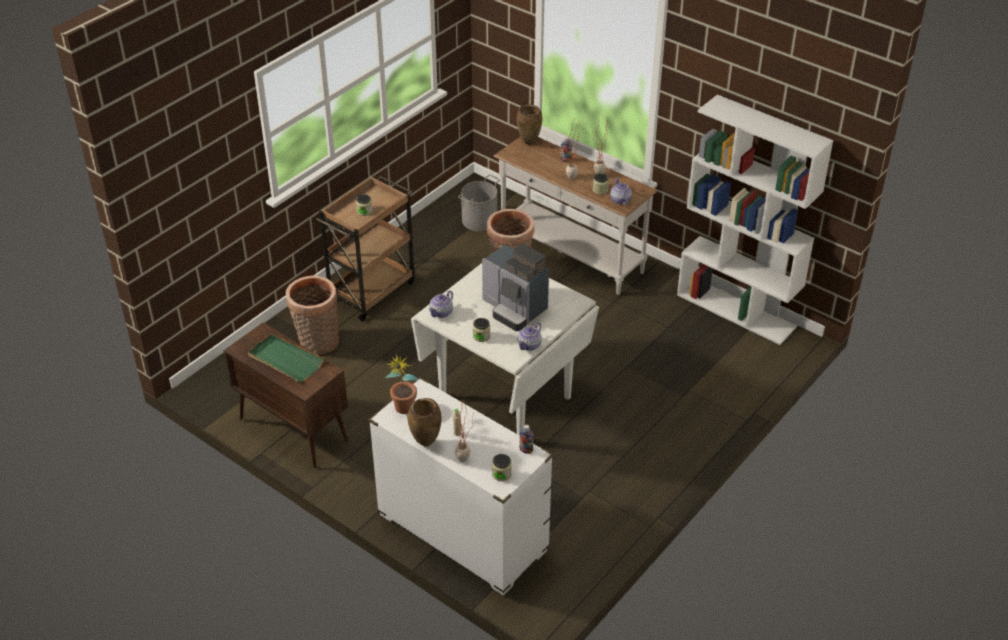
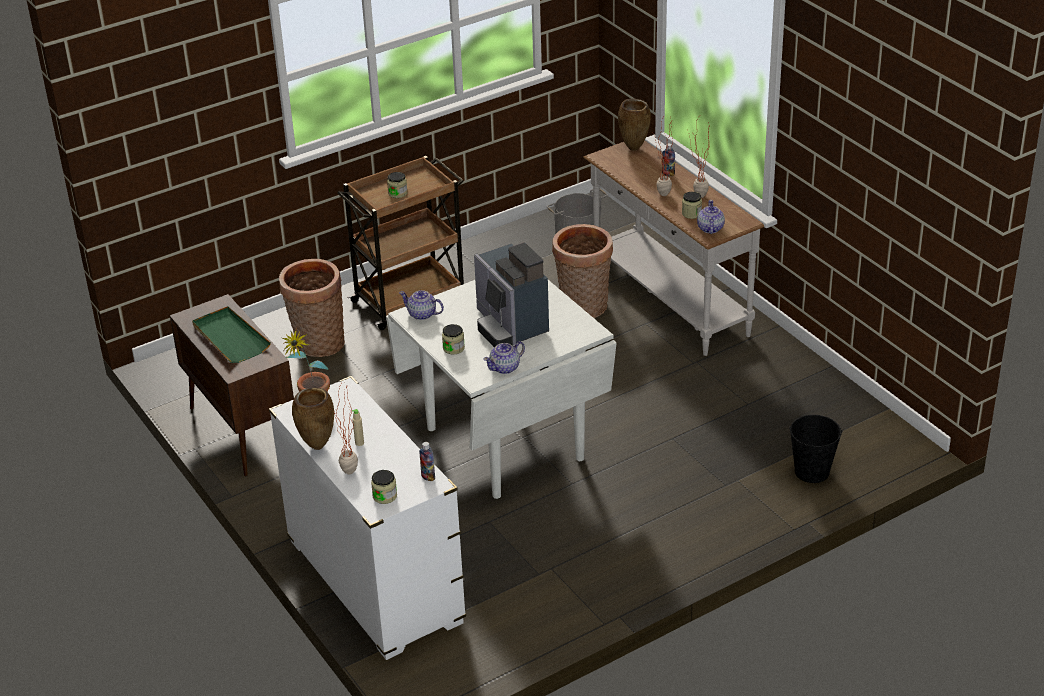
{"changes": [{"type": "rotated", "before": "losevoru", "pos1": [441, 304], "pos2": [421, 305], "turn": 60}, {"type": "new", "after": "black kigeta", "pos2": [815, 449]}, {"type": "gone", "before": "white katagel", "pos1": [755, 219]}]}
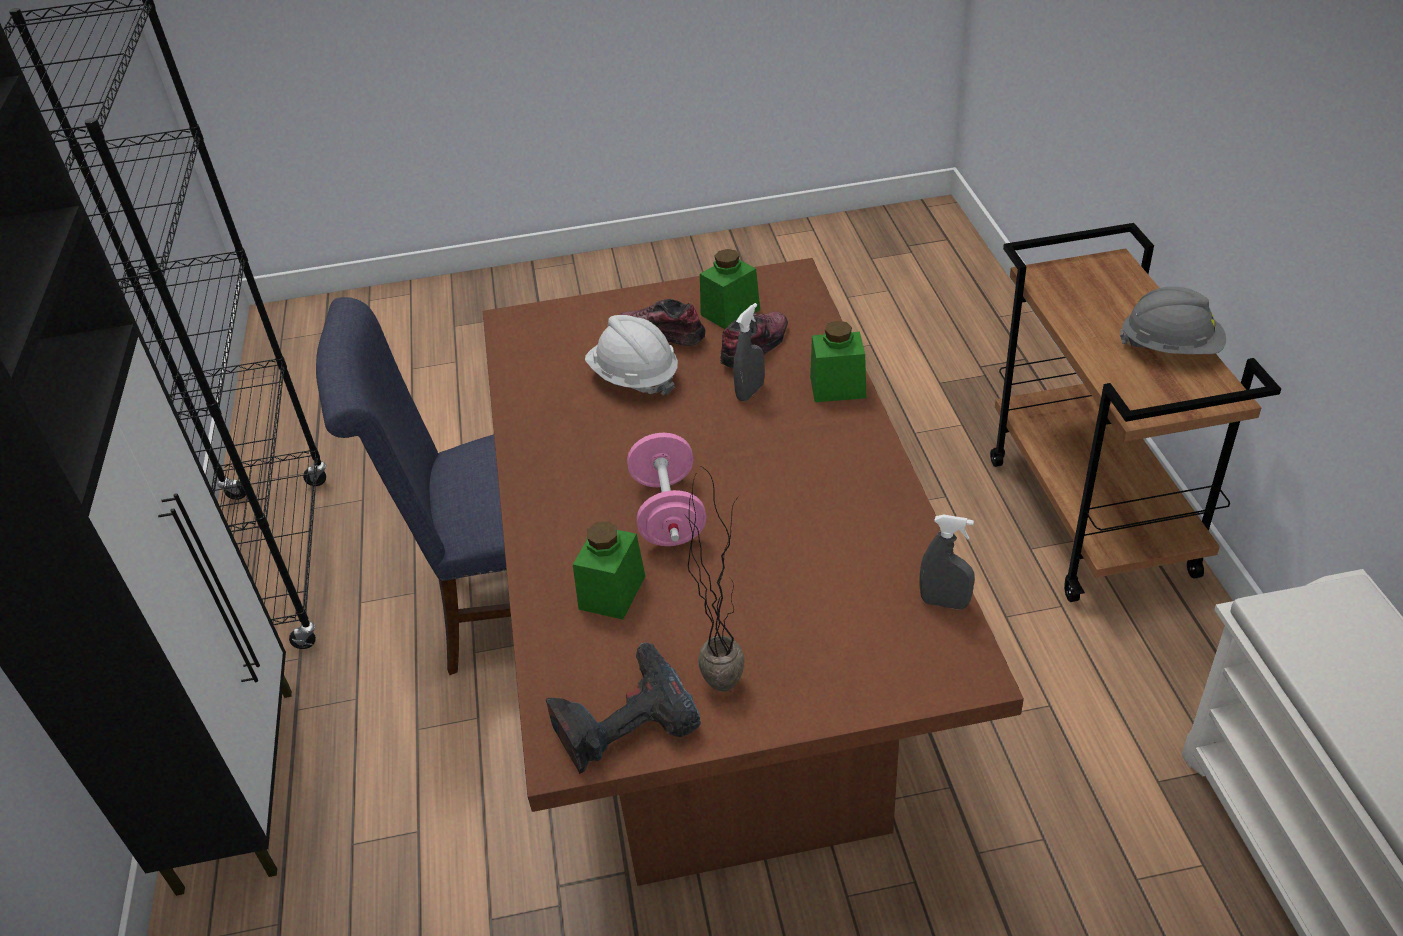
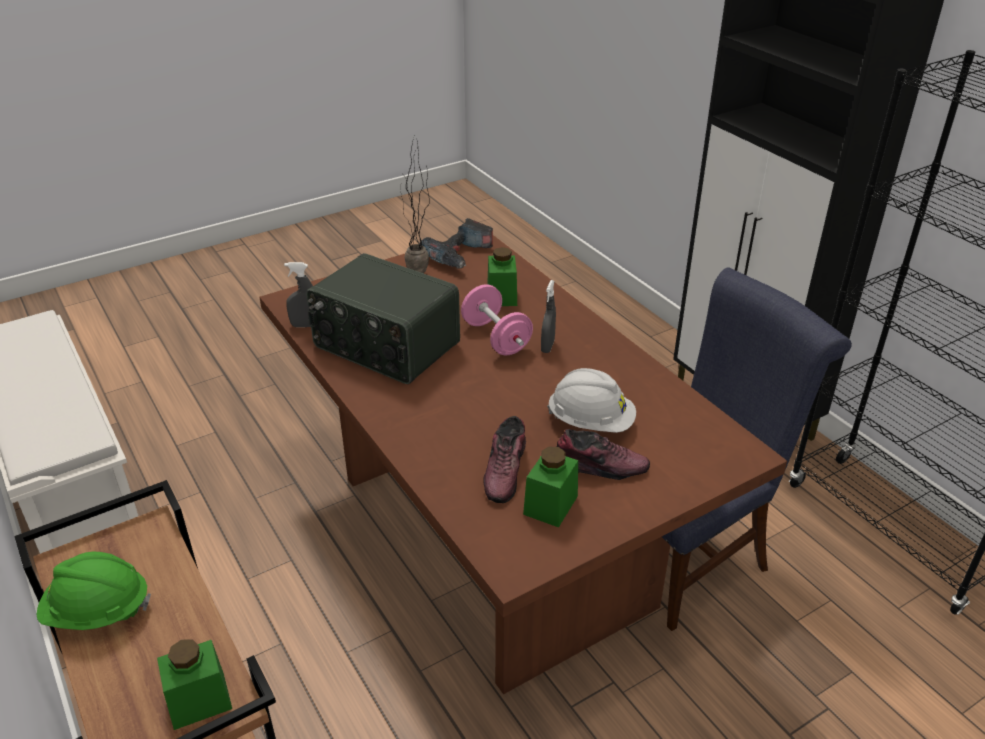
{"changes": [{"type": "repainted", "before": "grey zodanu", "after": "green zodanu", "pos1": [1173, 320], "pos2": [93, 591]}, {"type": "shifted", "before": "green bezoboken", "pos1": [838, 361], "pos2": [194, 684]}, {"type": "new", "after": "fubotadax", "pos2": [383, 318]}, {"type": "shifted", "before": "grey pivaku", "pos1": [749, 352], "pos2": [548, 316]}]}
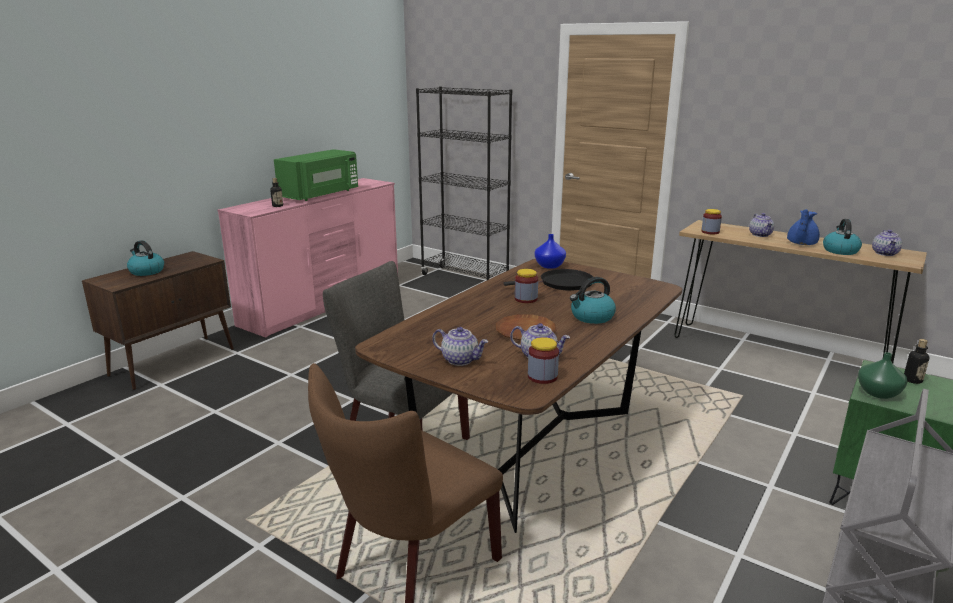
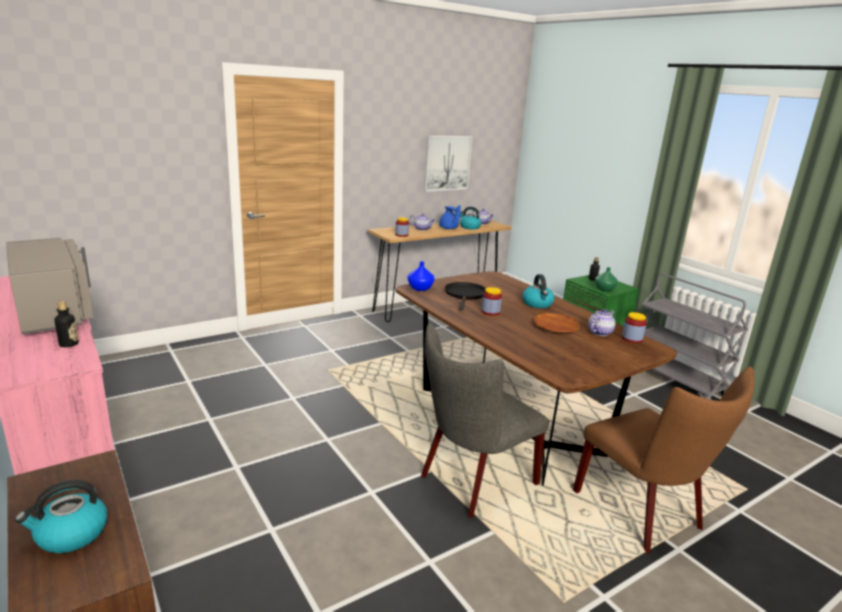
{"changes": [{"type": "repainted", "before": "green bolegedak", "after": "grey bolegedak", "pos1": [316, 175], "pos2": [49, 286]}, {"type": "new", "after": "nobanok", "pos2": [447, 164]}, {"type": "gone", "before": "black katagel", "pos1": [464, 183]}, {"type": "gone", "before": "losevoru", "pos1": [460, 346]}]}
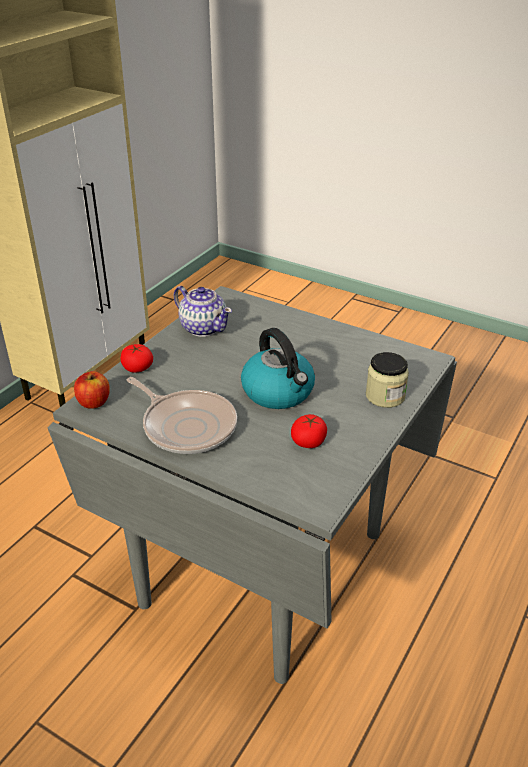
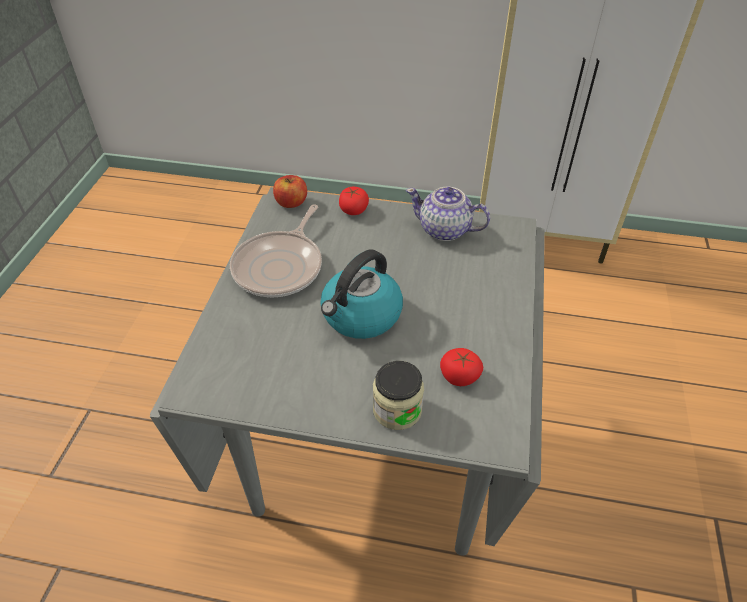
{"changes": [{"type": "rotated", "before": "losevoru", "pos1": [203, 311], "pos2": [448, 214], "turn": 90}, {"type": "shifted", "before": "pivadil", "pos1": [309, 431], "pos2": [461, 367]}]}
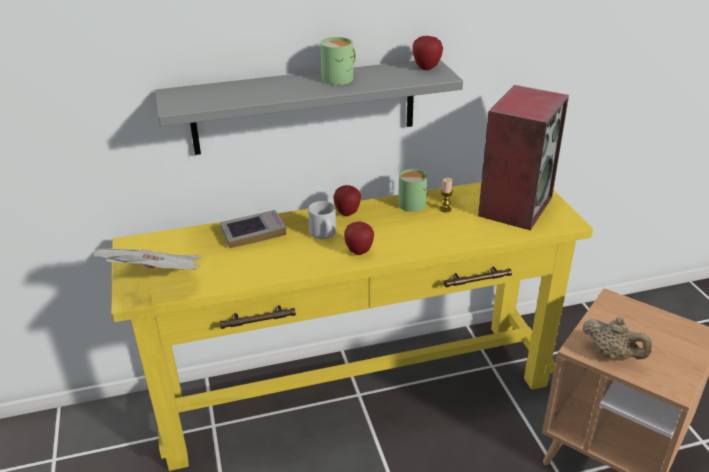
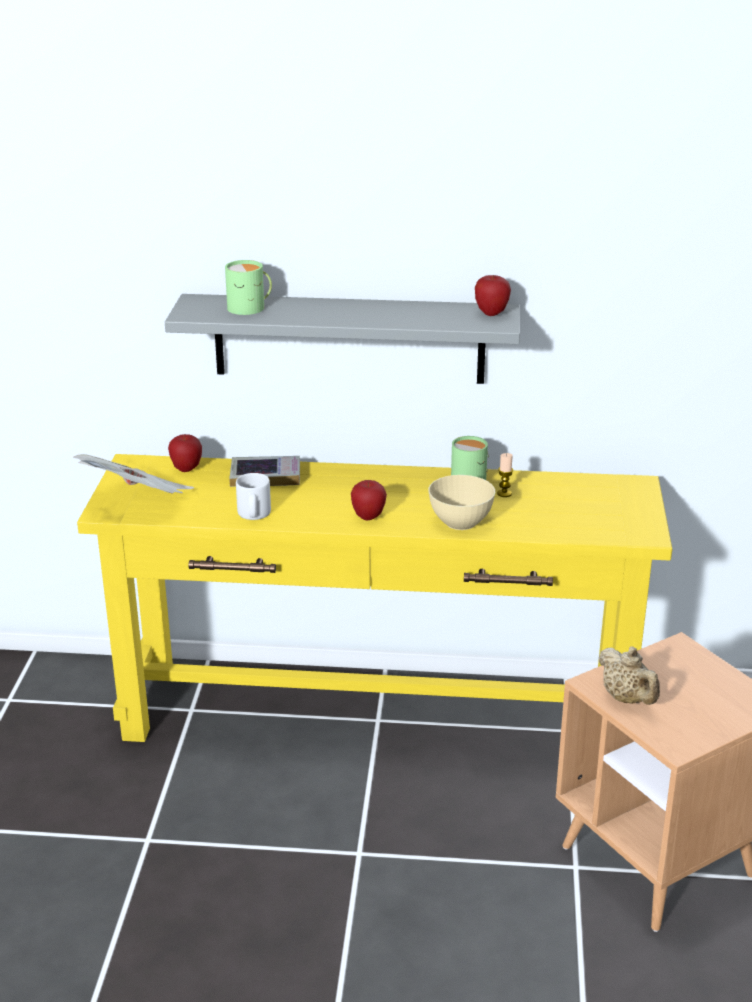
{"changes": [{"type": "shifted", "before": "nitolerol", "pos1": [347, 200], "pos2": [185, 453]}, {"type": "shifted", "before": "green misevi", "pos1": [338, 61], "pos2": [248, 287]}, {"type": "shifted", "before": "grey misevi", "pos1": [322, 220], "pos2": [253, 496]}, {"type": "new", "after": "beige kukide", "pos2": [461, 502]}, {"type": "gone", "before": "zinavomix", "pos1": [523, 157]}]}
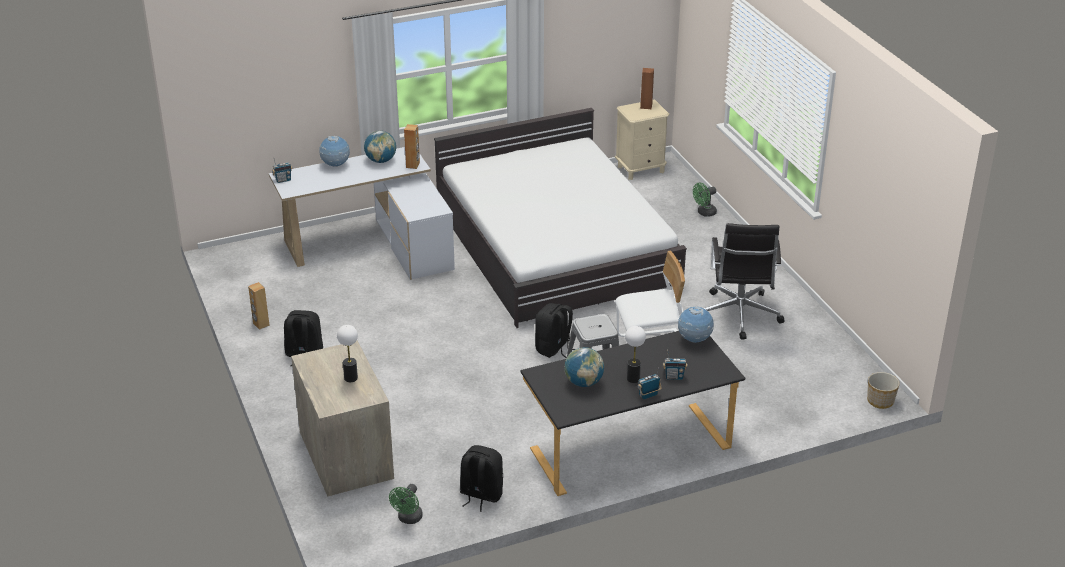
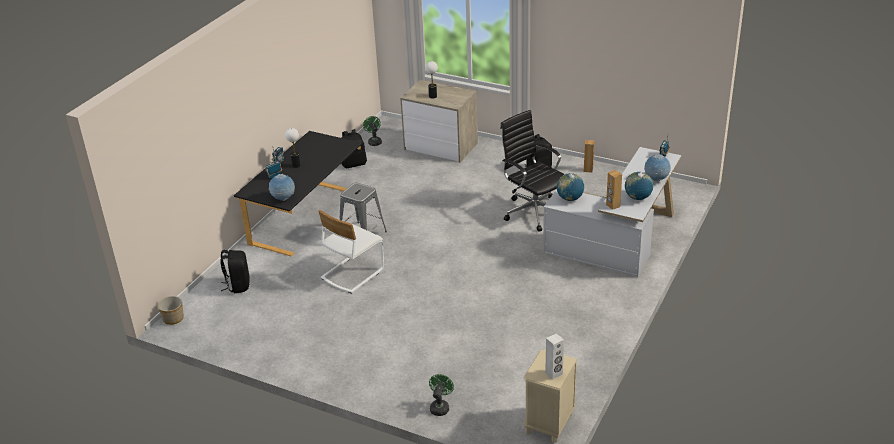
{"changes": [{"type": "shifted", "before": "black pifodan", "pos1": [555, 330], "pos2": [235, 271]}, {"type": "shifted", "before": "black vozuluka", "pos1": [744, 281], "pos2": [532, 171]}, {"type": "repainted", "before": "brown zinavomix", "after": "white zinavomix", "pos1": [647, 88], "pos2": [554, 356]}, {"type": "shifted", "before": "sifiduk", "pos1": [584, 367], "pos2": [570, 187]}, {"type": "gone", "before": "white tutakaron", "pos1": [560, 218]}]}
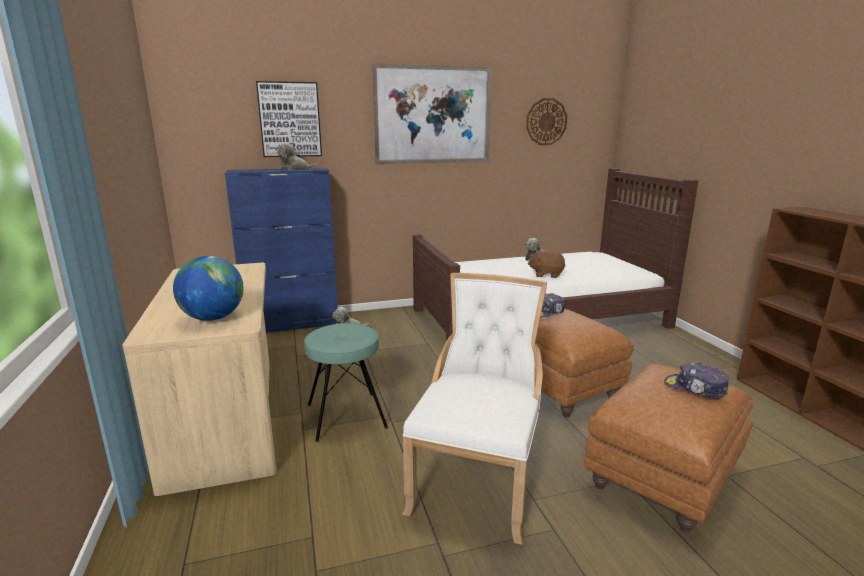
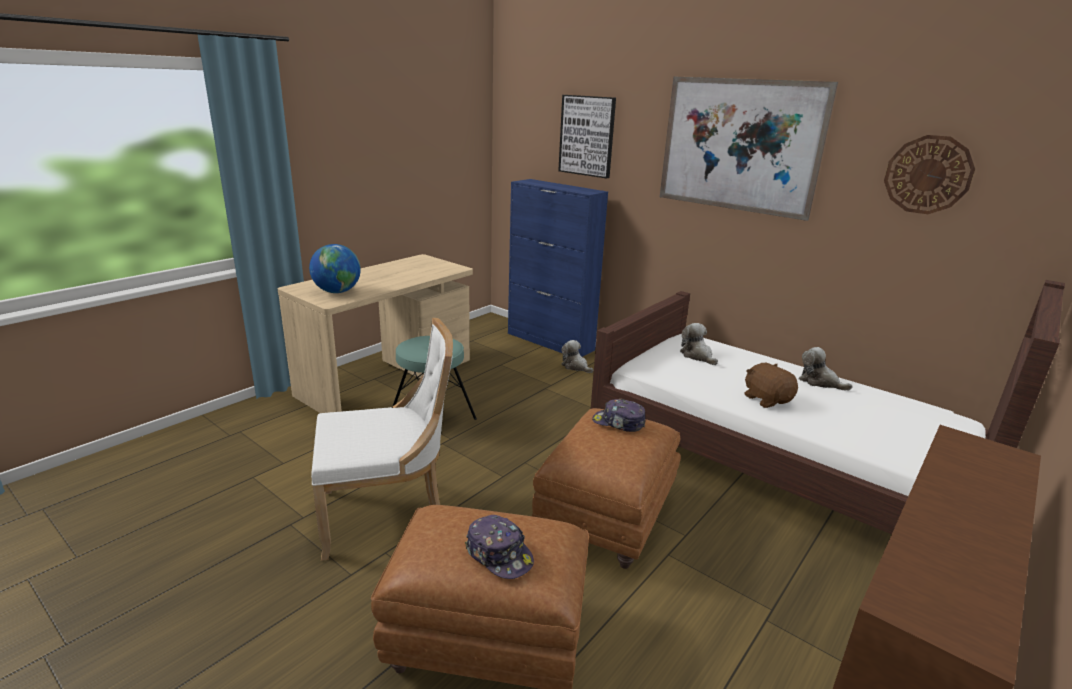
{"changes": [{"type": "rotated", "before": "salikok", "pos1": [696, 380], "pos2": [499, 547], "turn": 135}, {"type": "shifted", "before": "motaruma", "pos1": [297, 156], "pos2": [699, 344]}]}
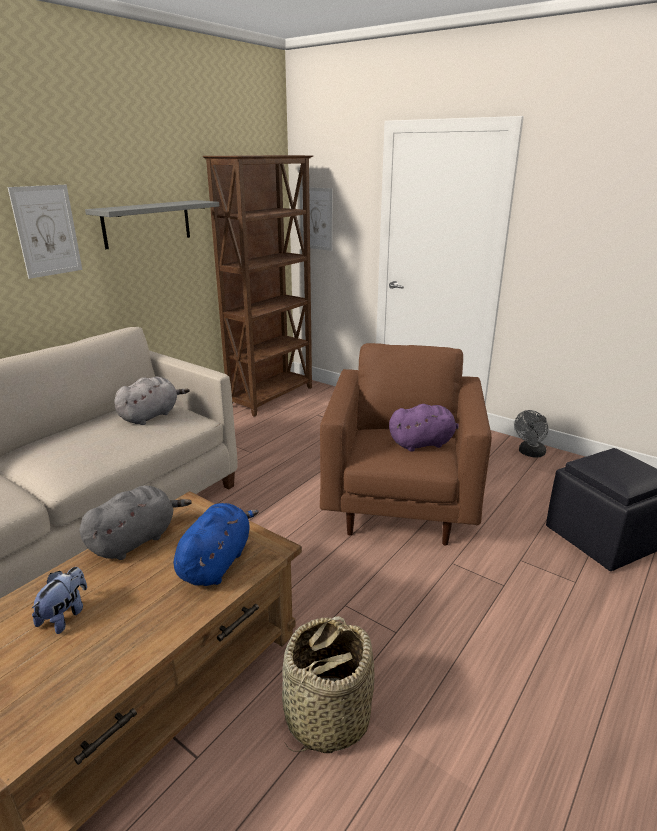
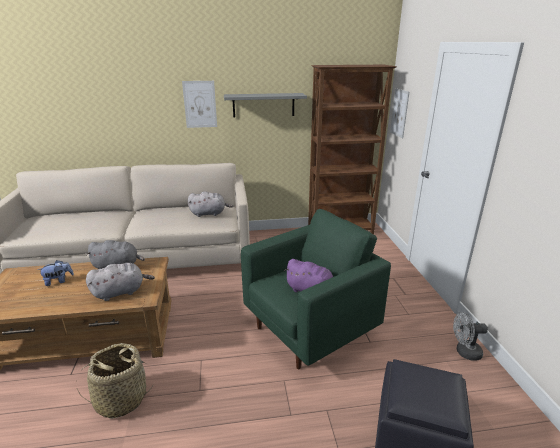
{"changes": [{"type": "repainted", "before": "blue motaruma", "after": "grey motaruma", "pos1": [216, 544], "pos2": [120, 282]}, {"type": "repainted", "before": "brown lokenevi", "after": "green lokenevi", "pos1": [406, 444], "pos2": [316, 289]}]}
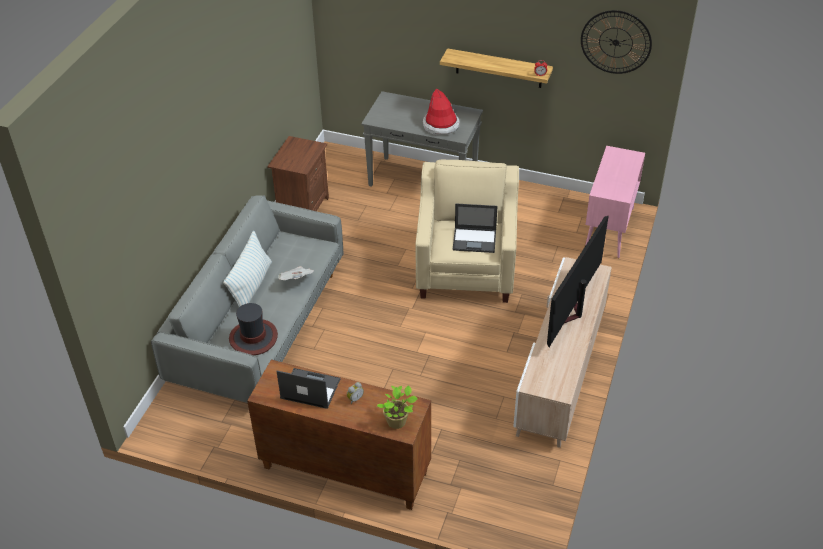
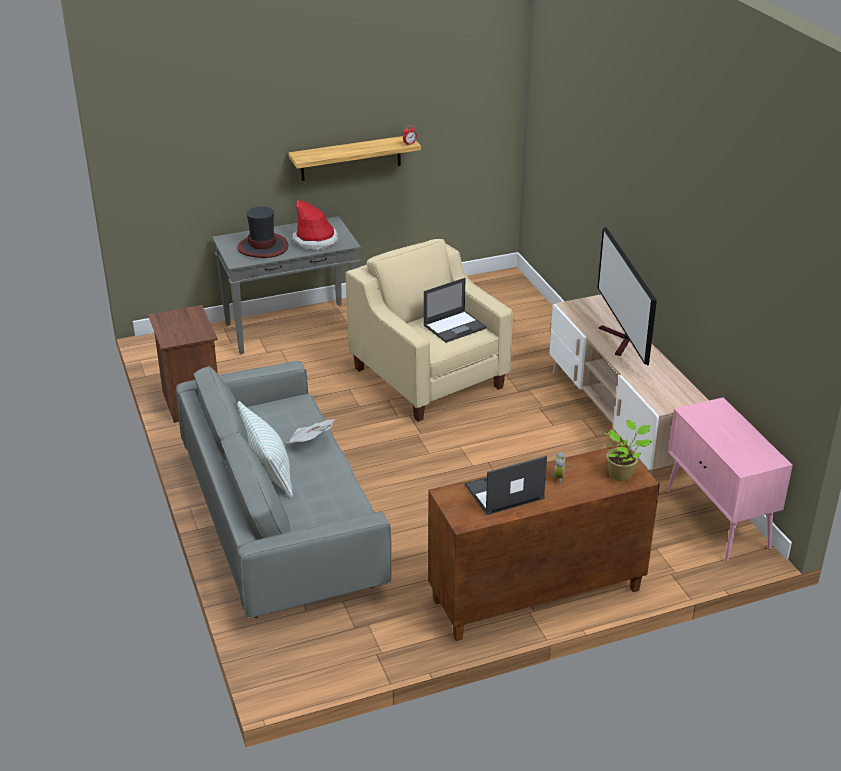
{"changes": [{"type": "shifted", "before": "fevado", "pos1": [253, 329], "pos2": [262, 232]}, {"type": "shifted", "before": "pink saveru", "pos1": [615, 202], "pos2": [729, 479]}, {"type": "gone", "before": "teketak", "pos1": [616, 42]}]}
